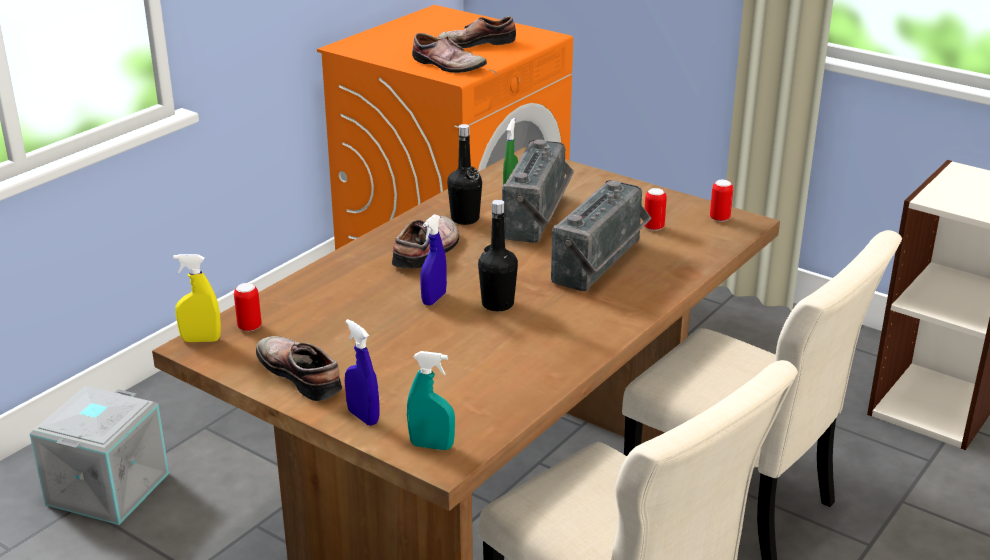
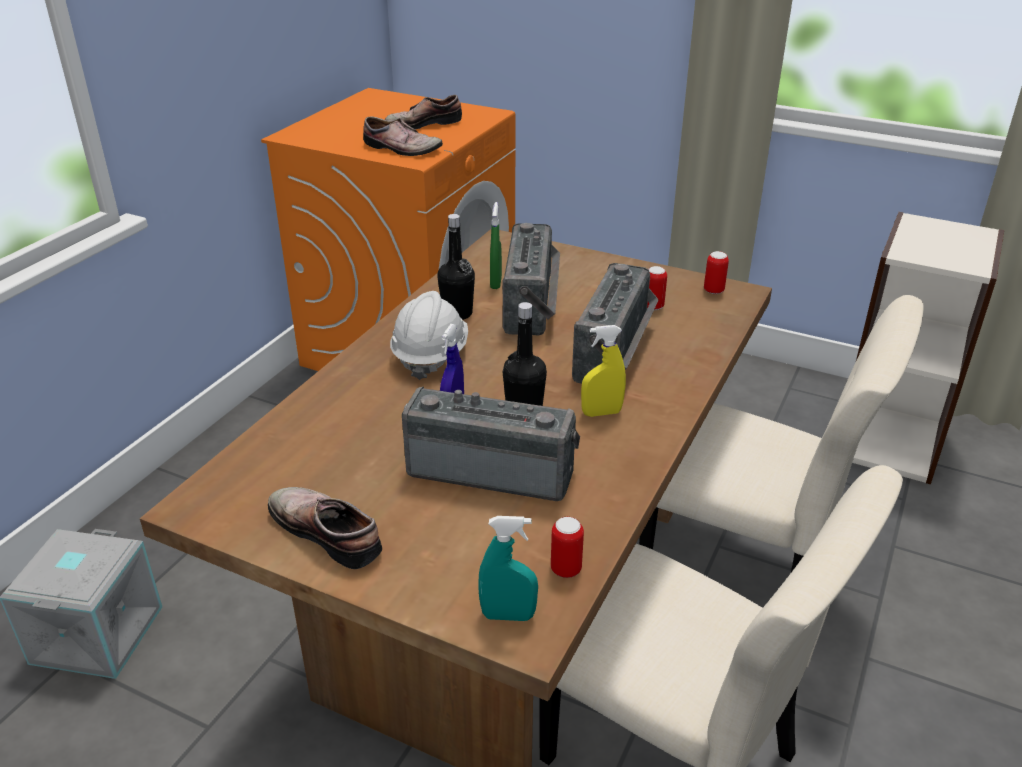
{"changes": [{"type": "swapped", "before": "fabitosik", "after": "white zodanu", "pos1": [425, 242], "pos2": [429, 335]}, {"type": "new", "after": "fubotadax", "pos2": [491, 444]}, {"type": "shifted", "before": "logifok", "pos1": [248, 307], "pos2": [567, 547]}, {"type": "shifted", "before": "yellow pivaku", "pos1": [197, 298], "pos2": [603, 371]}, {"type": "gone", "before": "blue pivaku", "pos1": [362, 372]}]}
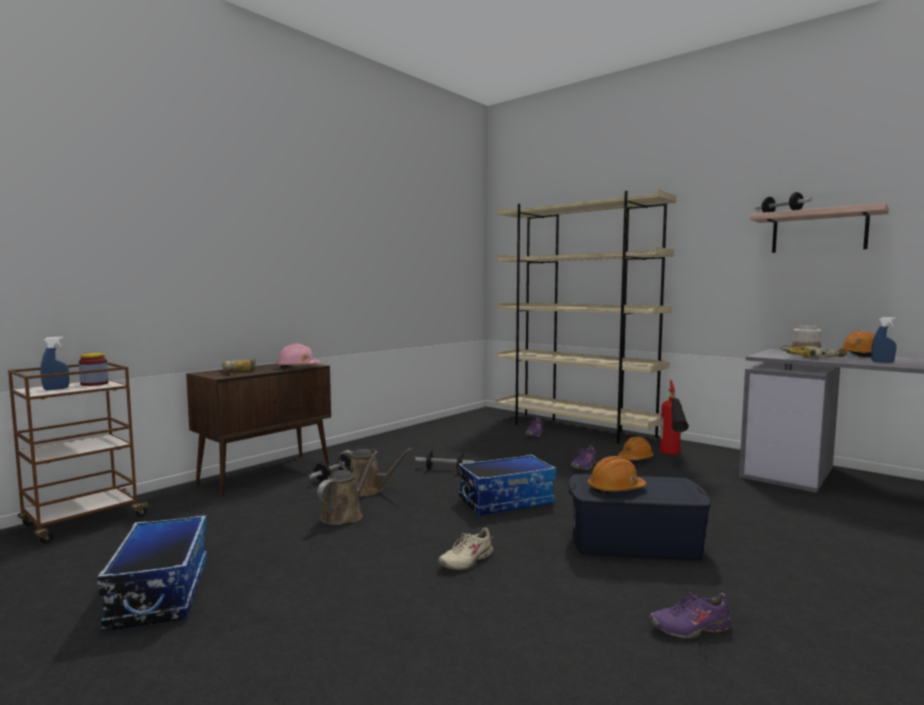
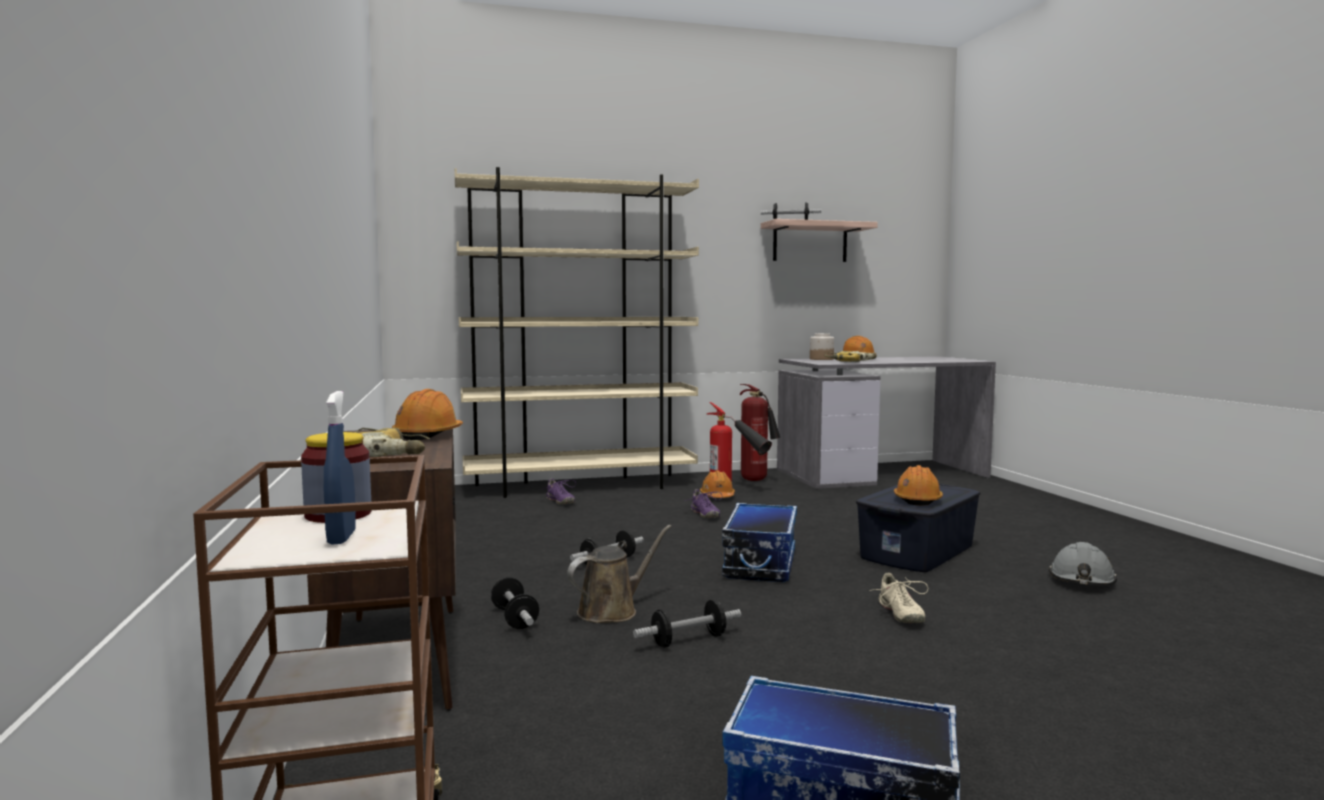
{"changes": [{"type": "repainted", "before": "pink zodanu", "after": "orange zodanu", "pos1": [298, 355], "pos2": [427, 414]}, {"type": "swapped", "before": "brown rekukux", "after": "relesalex", "pos1": [347, 488], "pos2": [687, 624]}, {"type": "new", "after": "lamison", "pos2": [760, 432]}, {"type": "swapped", "before": "purple fabitosik", "after": "grey zodanu", "pos1": [690, 615], "pos2": [1082, 564]}, {"type": "gone", "before": "blue pivaku", "pos1": [883, 340]}]}
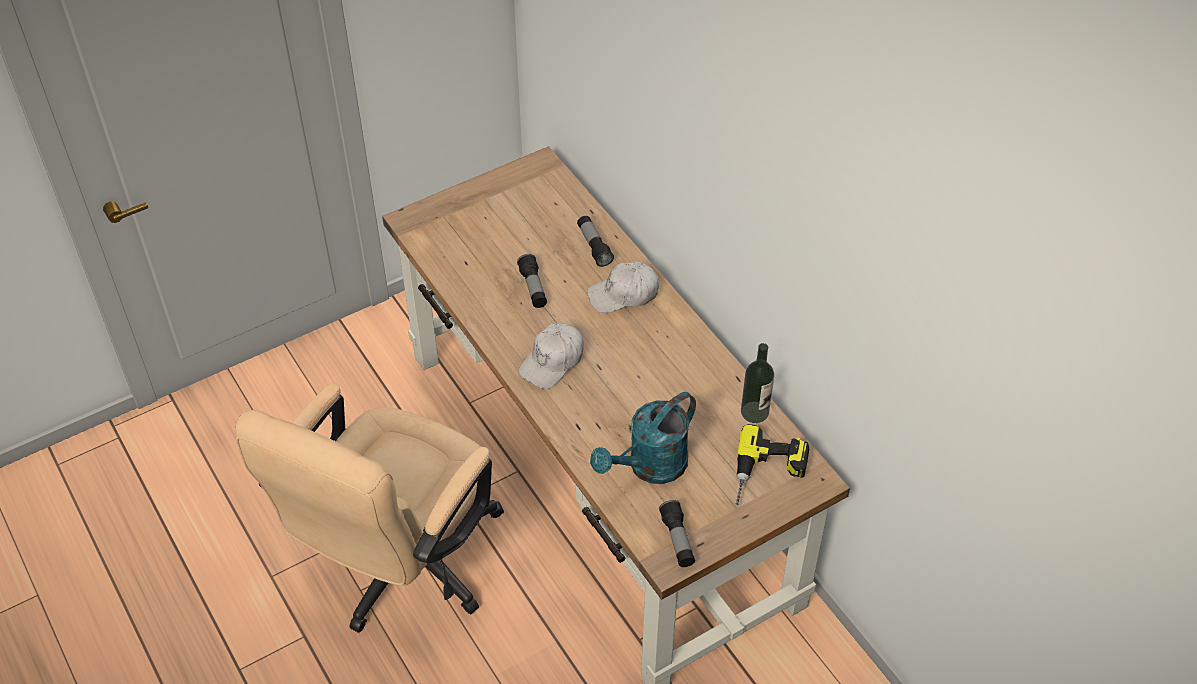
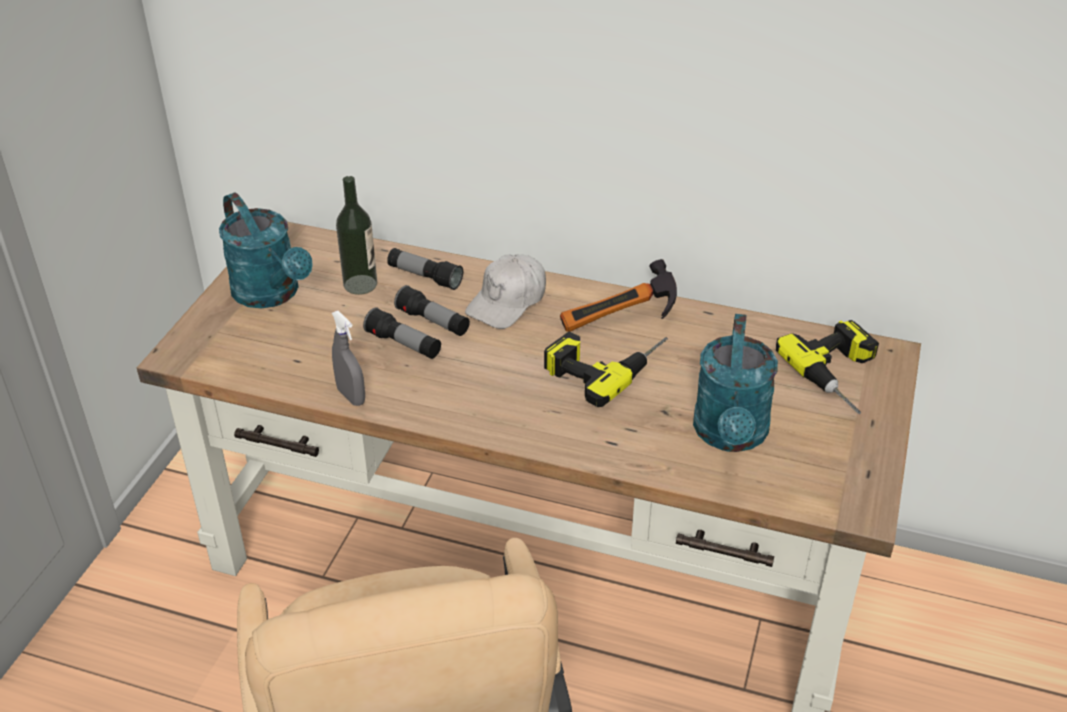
{"changes": [{"type": "new", "after": "turquoise rekukux", "pos2": [266, 250]}, {"type": "new", "after": "grey pivaku", "pos2": [348, 358]}, {"type": "shifted", "before": "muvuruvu", "pos1": [757, 383], "pos2": [356, 235]}, {"type": "shifted", "before": "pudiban", "pos1": [677, 533], "pos2": [432, 310]}, {"type": "new", "after": "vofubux", "pos2": [606, 369]}, {"type": "new", "after": "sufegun", "pos2": [618, 295]}, {"type": "gone", "before": "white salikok", "pos1": [551, 356]}]}
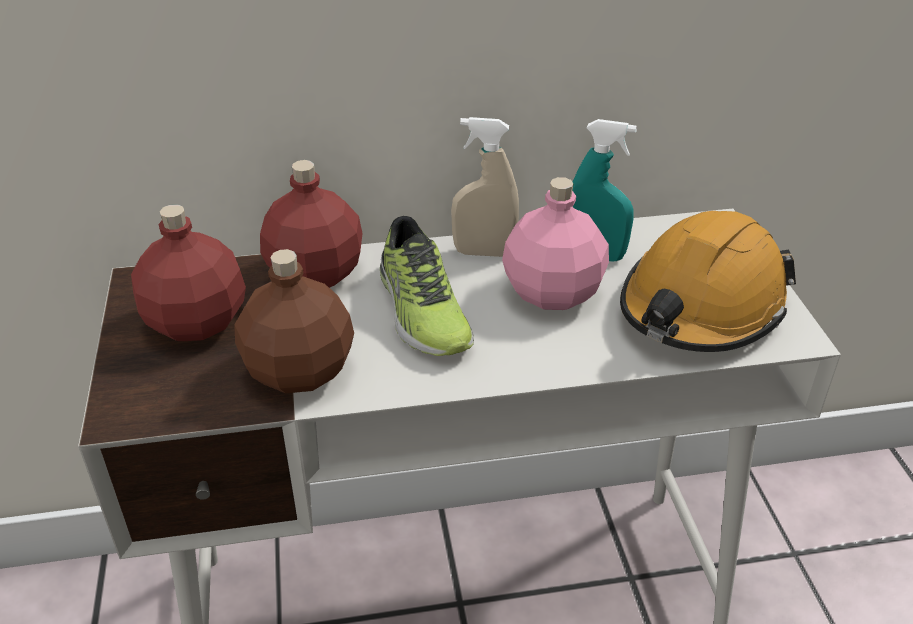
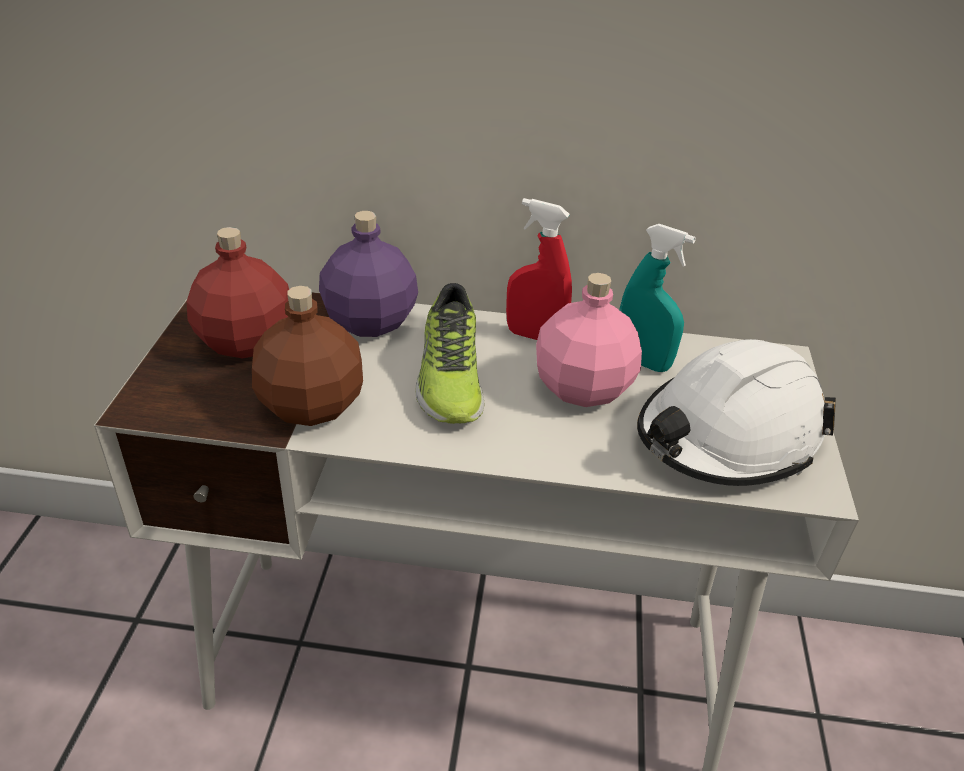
{"changes": [{"type": "repainted", "before": "red muvuruvu", "after": "purple muvuruvu", "pos1": [311, 224], "pos2": [368, 274]}, {"type": "repainted", "before": "beige pivaku", "after": "red pivaku", "pos1": [485, 187], "pos2": [539, 269]}, {"type": "repainted", "before": "orange zodanu", "after": "white zodanu", "pos1": [708, 281], "pos2": [736, 412]}]}
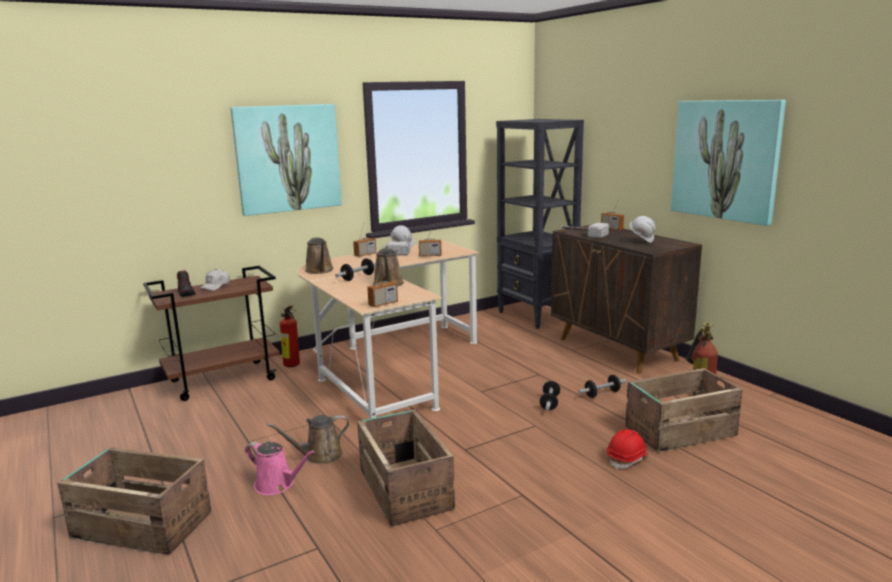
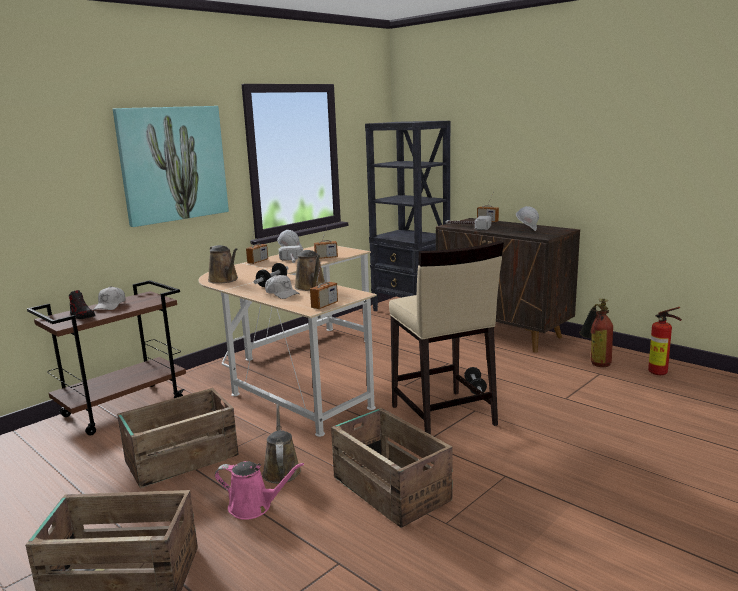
{"changes": [{"type": "shifted", "before": "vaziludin", "pos1": [684, 410], "pos2": [178, 438]}, {"type": "rotated", "before": "brown rekukux", "pos1": [308, 439], "pos2": [281, 444], "turn": 120}, {"type": "new", "after": "white salikok", "pos2": [282, 287]}, {"type": "new", "after": "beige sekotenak", "pos2": [446, 338]}, {"type": "shifted", "before": "lamison", "pos1": [290, 336], "pos2": [665, 341]}, {"type": "gone", "before": "relesalex", "pos1": [602, 386]}, {"type": "gone", "before": "red zodanu", "pos1": [628, 449]}, {"type": "gone", "before": "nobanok", "pos1": [728, 163]}]}
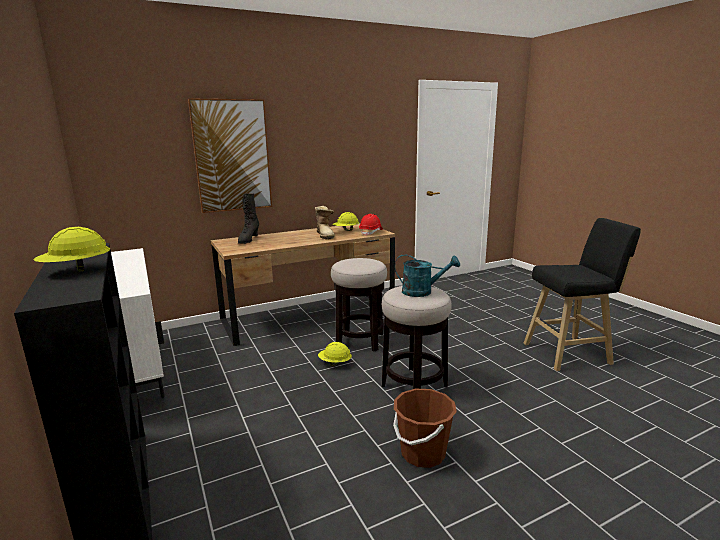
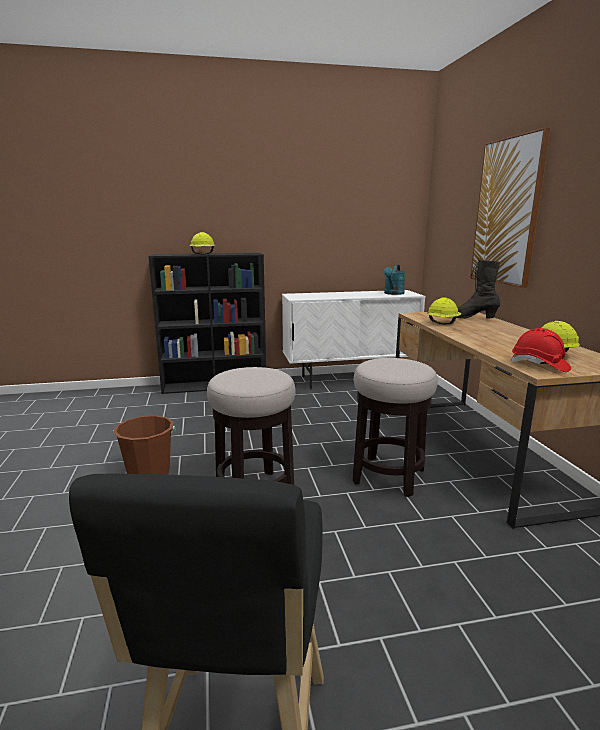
{"changes": [{"type": "shifted", "before": "turquoise rekukux", "pos1": [427, 275], "pos2": [394, 280]}, {"type": "shifted", "before": "yellow zodanu", "pos1": [335, 354], "pos2": [444, 311]}, {"type": "gone", "before": "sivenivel", "pos1": [325, 222]}]}
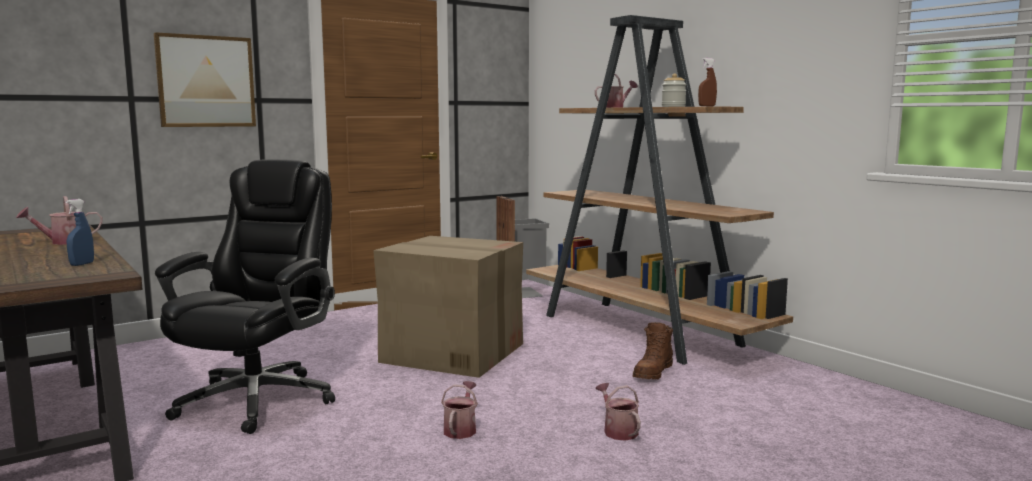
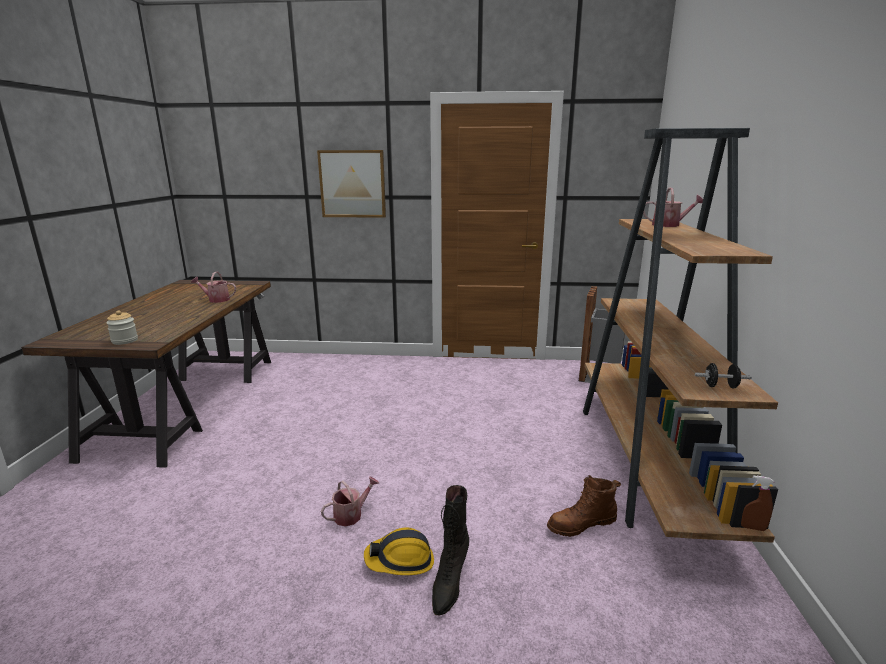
{"changes": [{"type": "shifted", "before": "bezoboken", "pos1": [674, 90], "pos2": [122, 327]}, {"type": "new", "after": "zodanu", "pos2": [399, 551]}, {"type": "swapped", "before": "rekukux", "after": "black sivenivel", "pos1": [618, 412], "pos2": [450, 550]}, {"type": "new", "after": "black relesalex", "pos2": [723, 375]}, {"type": "shifted", "before": "brown pivaku", "pos1": [707, 82], "pos2": [757, 503]}, {"type": "gone", "before": "blue pivaku", "pos1": [80, 232]}, {"type": "gone", "before": "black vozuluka", "pos1": [245, 296]}, {"type": "gone", "before": "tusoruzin", "pos1": [448, 307]}]}
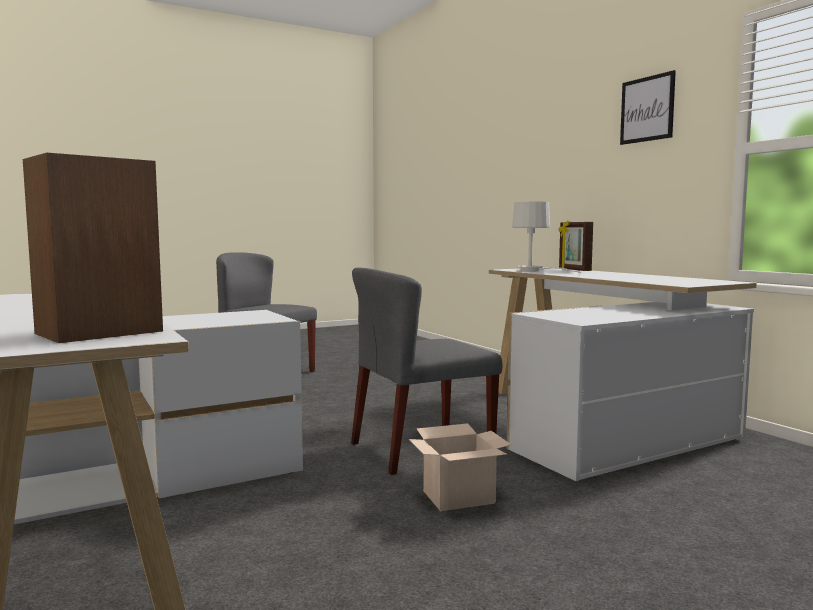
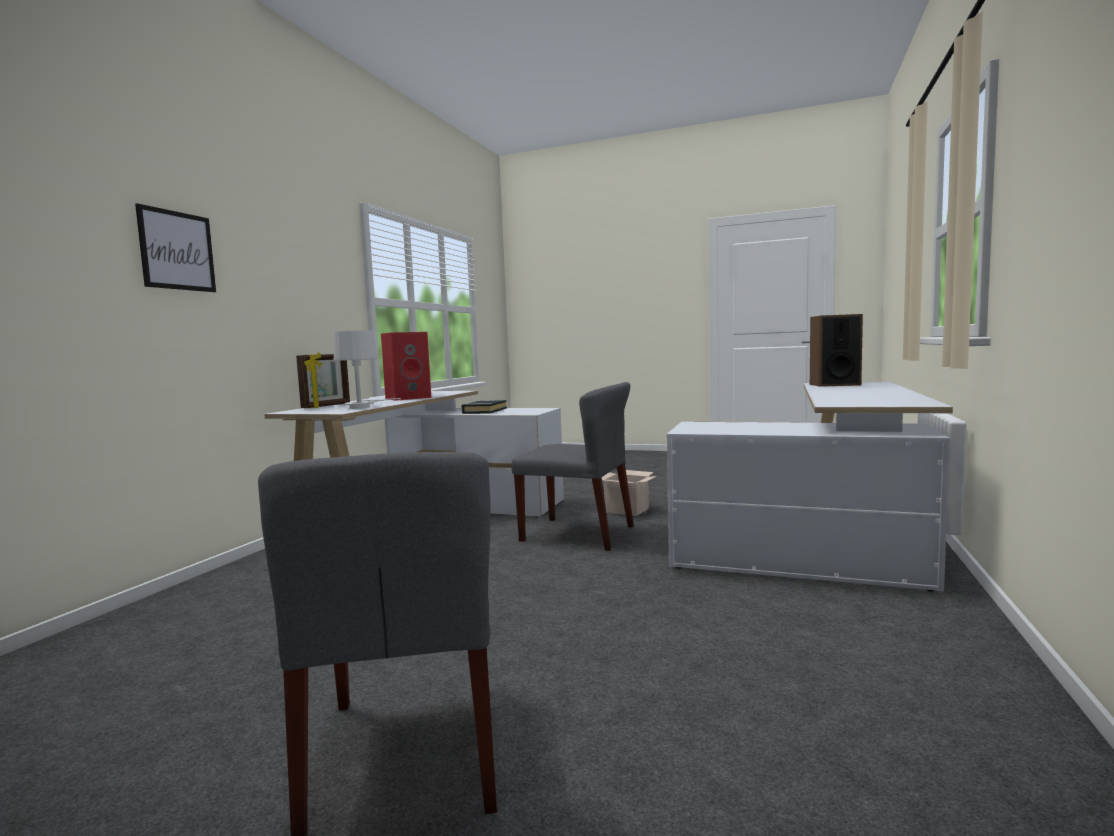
{"changes": [{"type": "shifted", "before": "nobanok", "pos1": [648, 107], "pos2": [175, 247]}, {"type": "new", "after": "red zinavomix", "pos2": [406, 366]}, {"type": "new", "after": "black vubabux", "pos2": [484, 407]}]}
